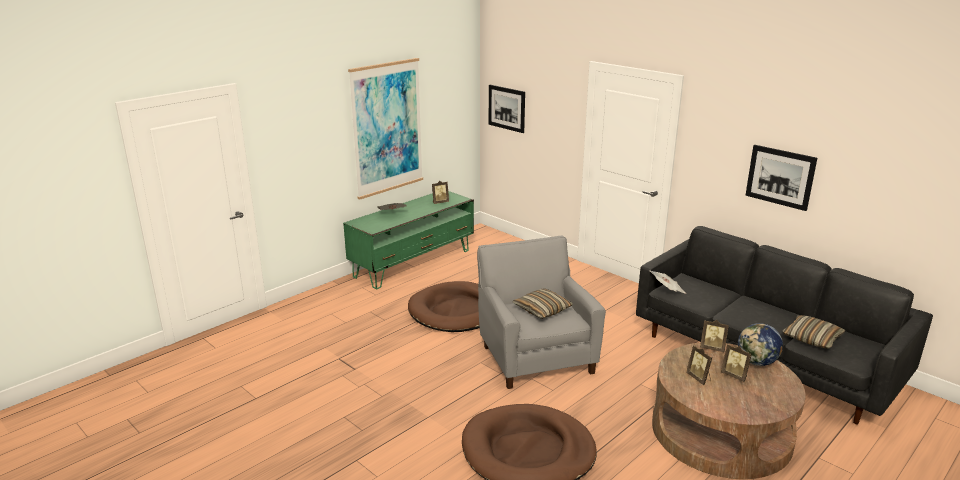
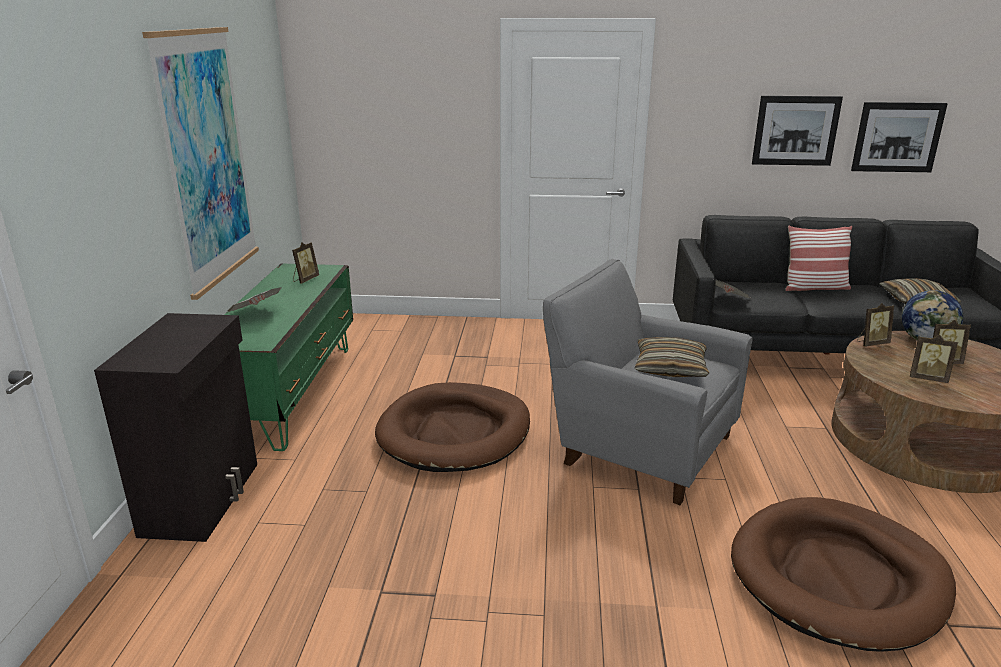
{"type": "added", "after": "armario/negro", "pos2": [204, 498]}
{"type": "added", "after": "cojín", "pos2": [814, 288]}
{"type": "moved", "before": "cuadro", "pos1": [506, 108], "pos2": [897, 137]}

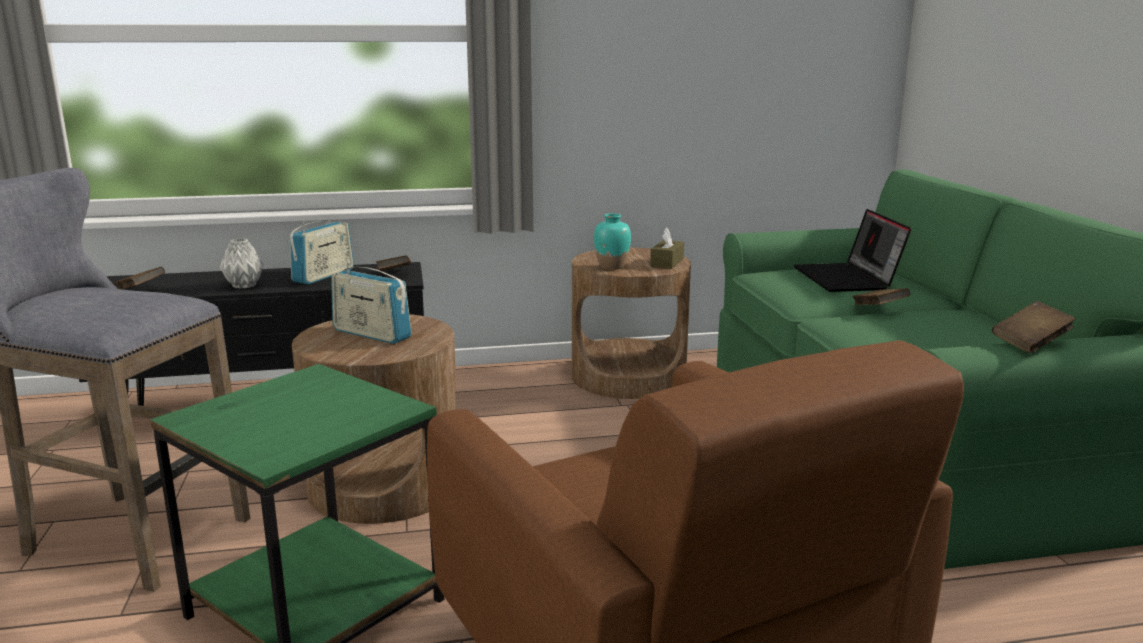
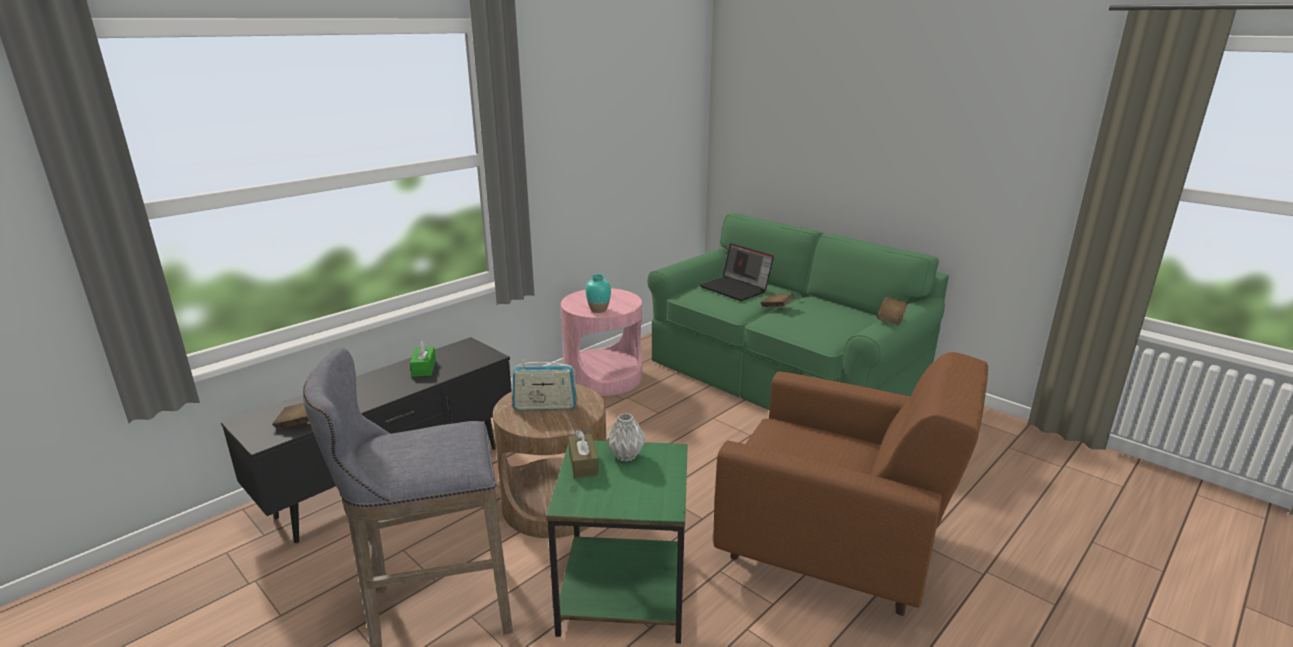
{"type": "replaced", "before": "radio", "after": "caja de pañuelos/verde", "pos1": [324, 276], "pos2": [424, 368]}
{"type": "recoloured", "before": "mesa auxiliar/marrón", "after": "mesa auxiliar/rosa", "pos1": [628, 376], "pos2": [603, 377]}
{"type": "moved", "before": "caja de pañuelos/marrón", "pos1": [667, 263], "pos2": [583, 463]}
{"type": "moved", "before": "florero/gris", "pos1": [245, 285], "pos2": [625, 455]}
{"type": "removed", "before": "libro/marrón", "pos1": [394, 275]}

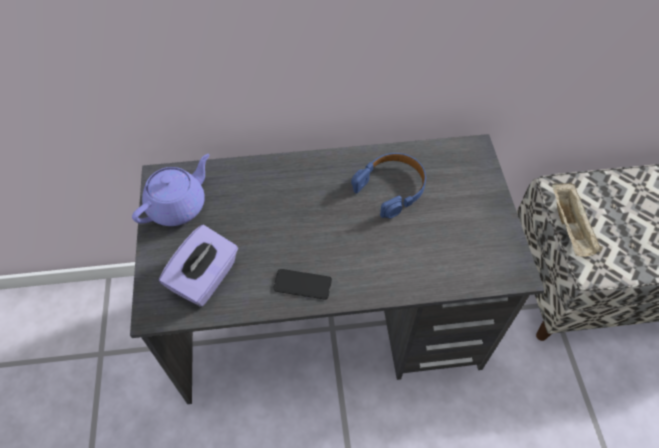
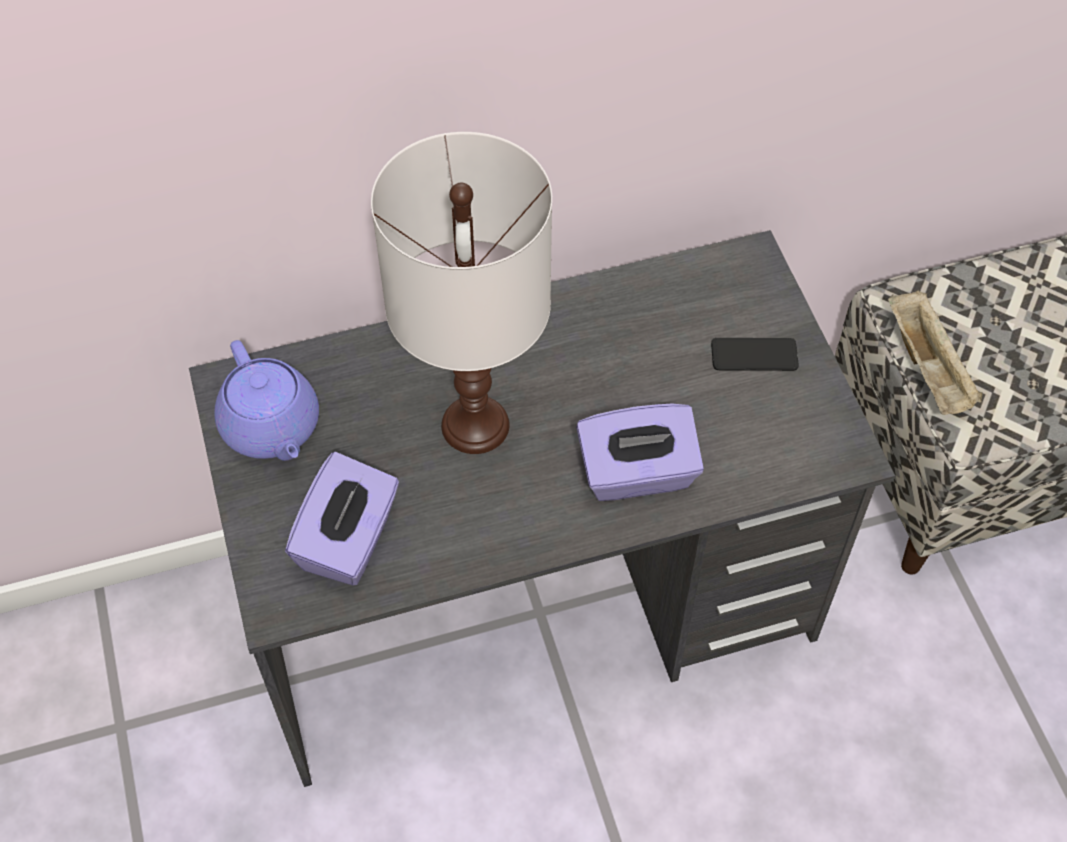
{"type": "turned", "before": "tetera/morado", "pos1": [178, 205], "pos2": [271, 427], "turn": 120}
{"type": "added", "after": "lámpara de mesa/blanco", "pos2": [474, 426]}
{"type": "added", "after": "caja de pañuelos/morado", "pos2": [637, 474]}
{"type": "moved", "before": "móvil", "pos1": [302, 284], "pos2": [754, 355]}
{"type": "removed", "before": "auriculares/azul", "pos1": [391, 188]}

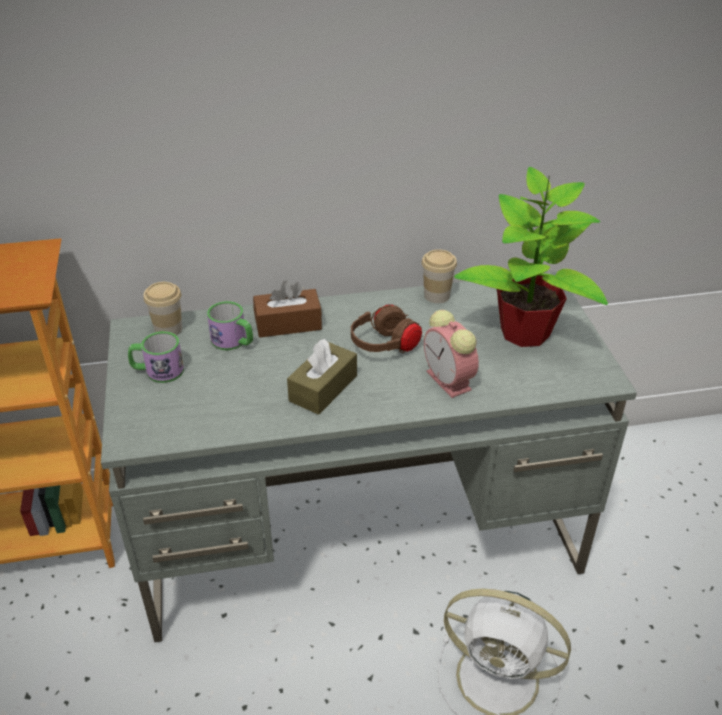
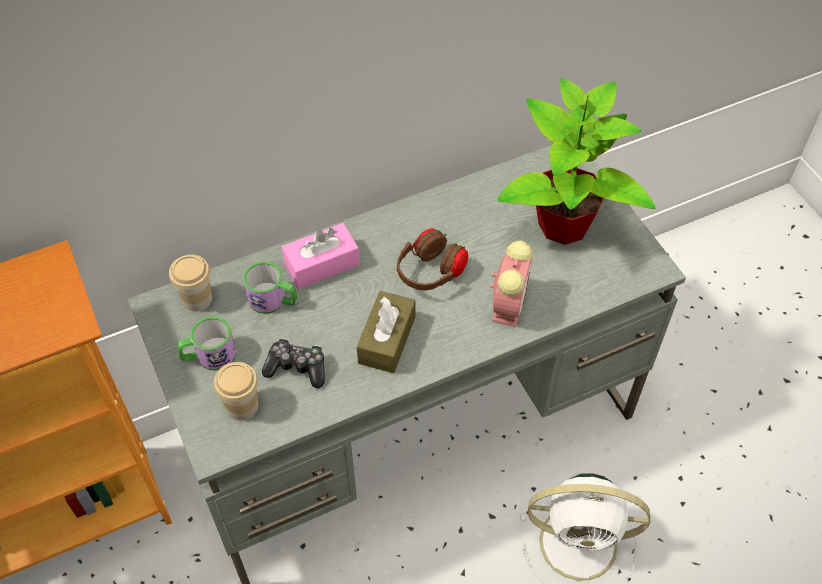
{"type": "moved", "before": "taza", "pos1": [437, 295], "pos2": [242, 406]}
{"type": "added", "after": "mando de consola", "pos2": [297, 367]}
{"type": "recoloured", "before": "caja de pañuelos/marrón", "after": "caja de pañuelos/rosa", "pos1": [288, 324], "pos2": [321, 264]}
{"type": "turned", "before": "despertador", "pos1": [450, 381], "pos2": [508, 303], "turn": -120}

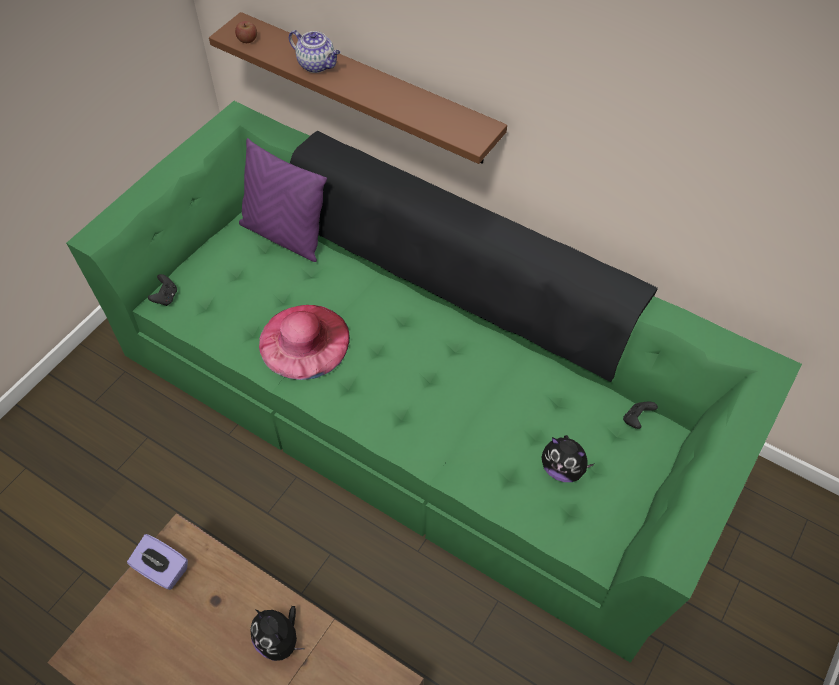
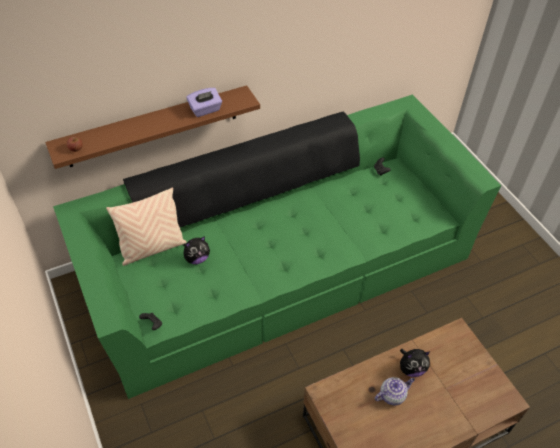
{"type": "recoloured", "before": "cojín/morado", "after": "cojín/beis", "pos1": [284, 235], "pos2": [152, 248]}
{"type": "moved", "before": "peluche", "pos1": [562, 469], "pos2": [197, 258]}
{"type": "moved", "before": "caja de pañuelos/morado", "pos1": [162, 570], "pos2": [205, 110]}
{"type": "moved", "before": "tetera", "pos1": [317, 65], "pos2": [392, 395]}
{"type": "removed", "before": "sombrero/rosa", "pos1": [304, 341]}

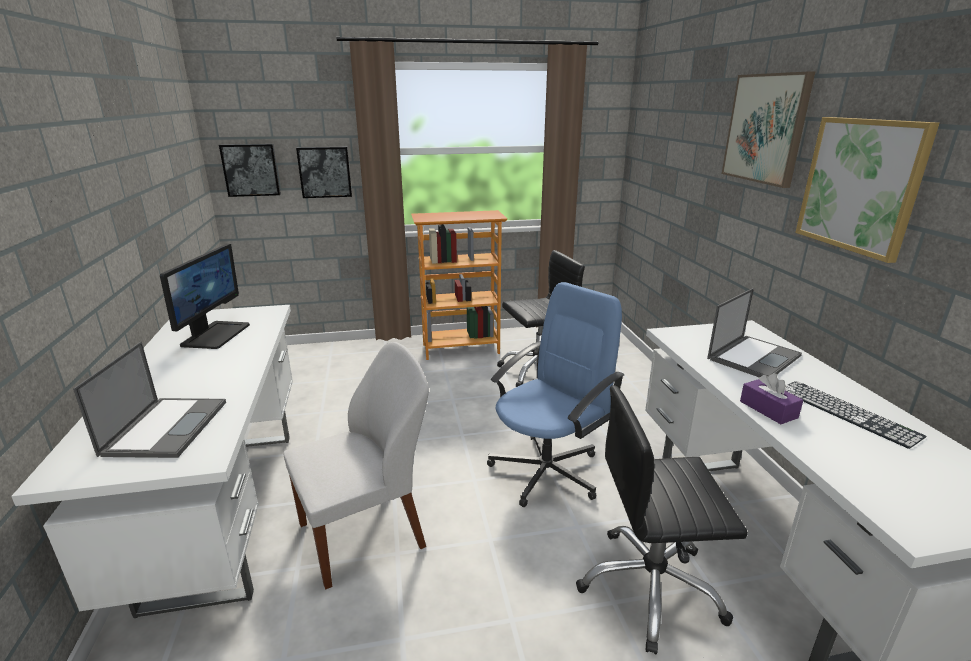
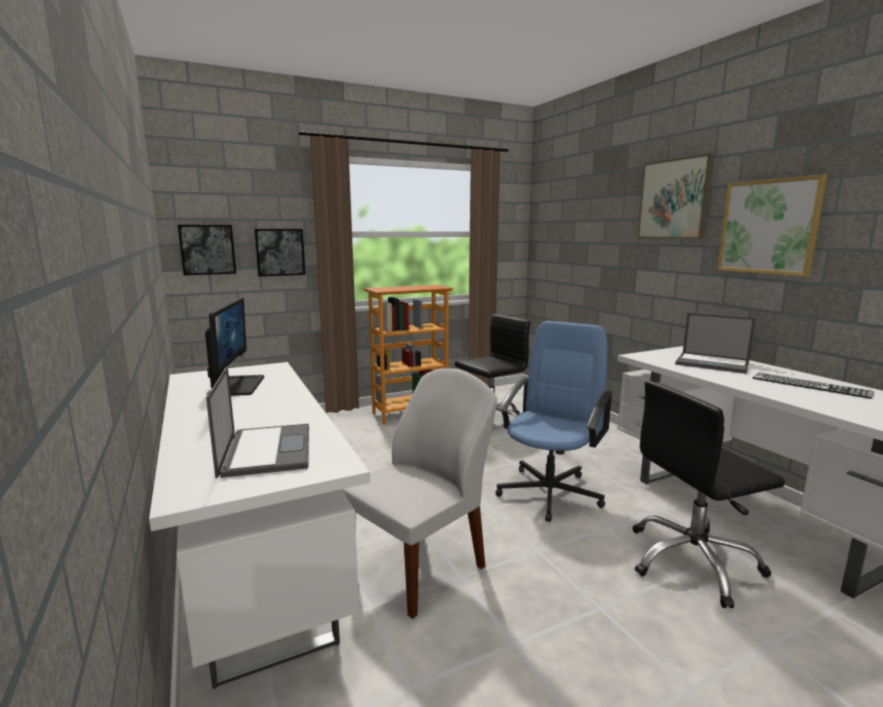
{"type": "turned", "before": "portátil", "pos1": [754, 357], "pos2": [713, 363], "turn": 90}
{"type": "removed", "before": "caja de pañuelos/morado", "pos1": [768, 409]}

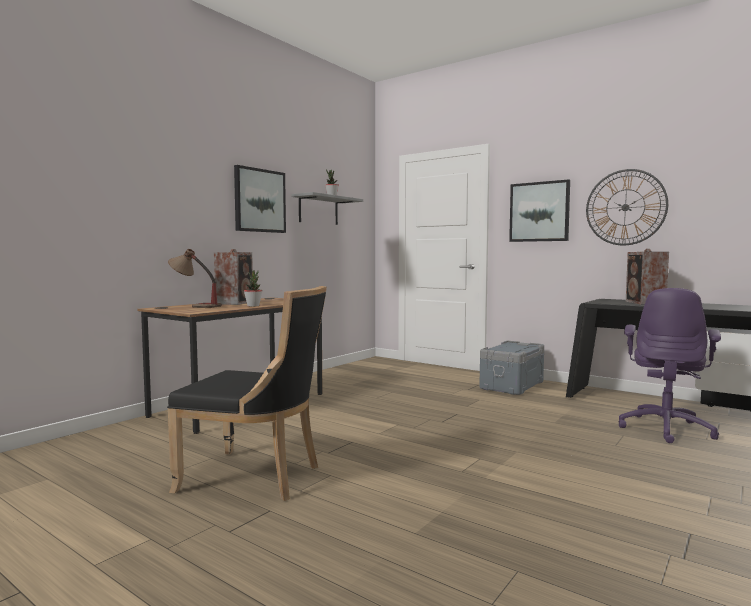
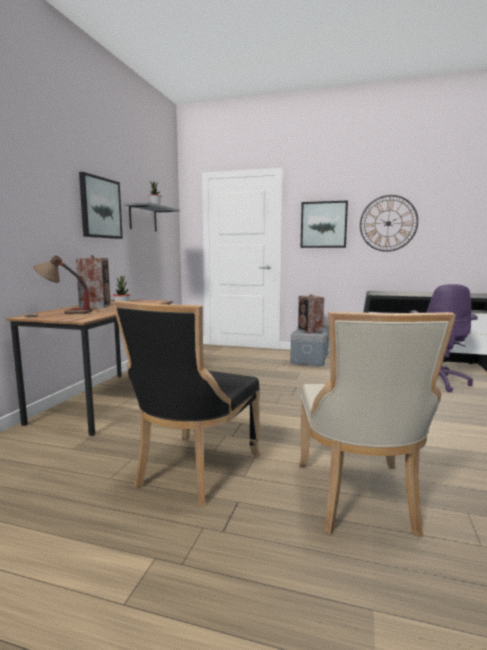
{"type": "turned", "before": "silla/negro", "pos1": [256, 477], "pos2": [194, 471], "turn": 120}
{"type": "moved", "before": "altavoz", "pos1": [645, 303], "pos2": [310, 331]}
{"type": "added", "after": "silla/beis", "pos2": [359, 499]}

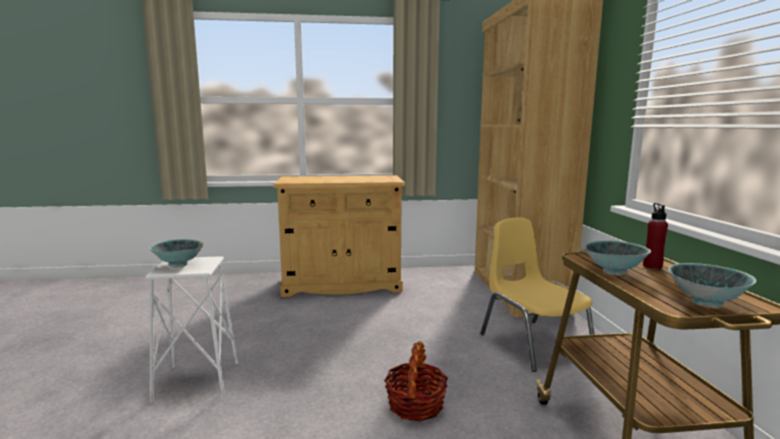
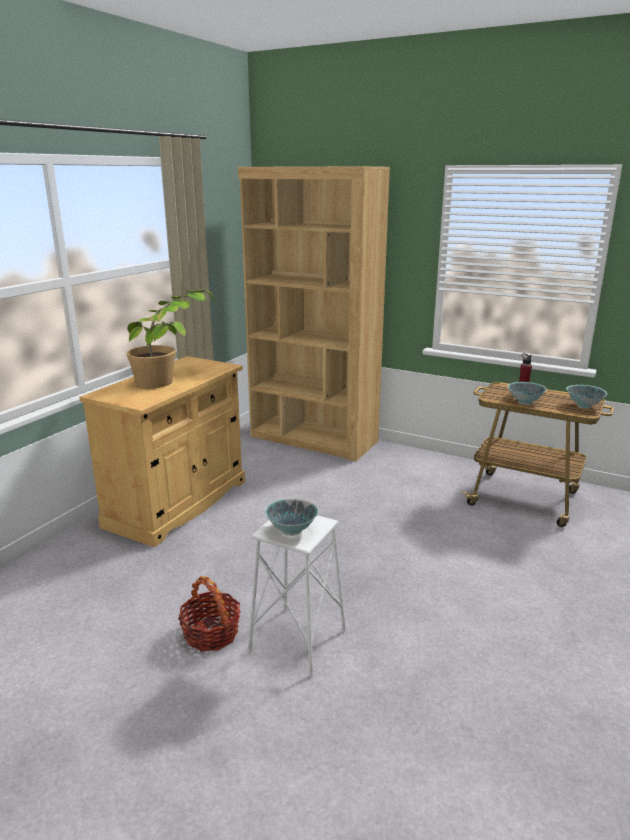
{"type": "added", "after": "planta en maceta", "pos2": [173, 379]}
{"type": "moved", "before": "cesta", "pos1": [415, 405], "pos2": [211, 634]}
{"type": "removed", "before": "silla/amarillo", "pos1": [533, 343]}

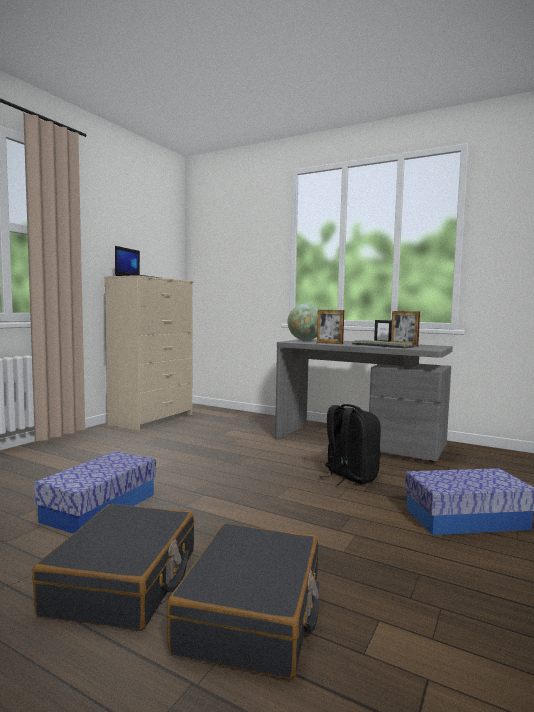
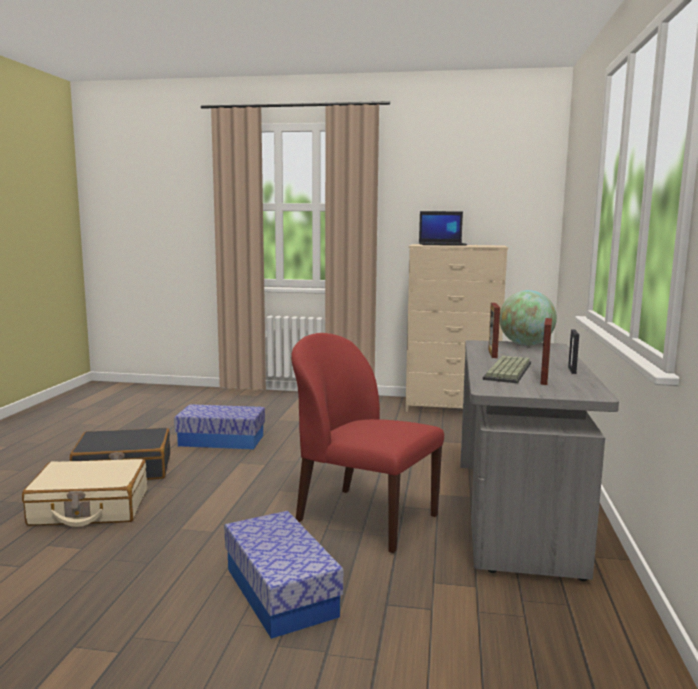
{"type": "recoloured", "before": "maleta/negro", "after": "maleta/beis", "pos1": [252, 614], "pos2": [89, 508]}
{"type": "replaced", "before": "mochila/negro", "after": "silla/rojo", "pos1": [349, 477], "pos2": [364, 518]}

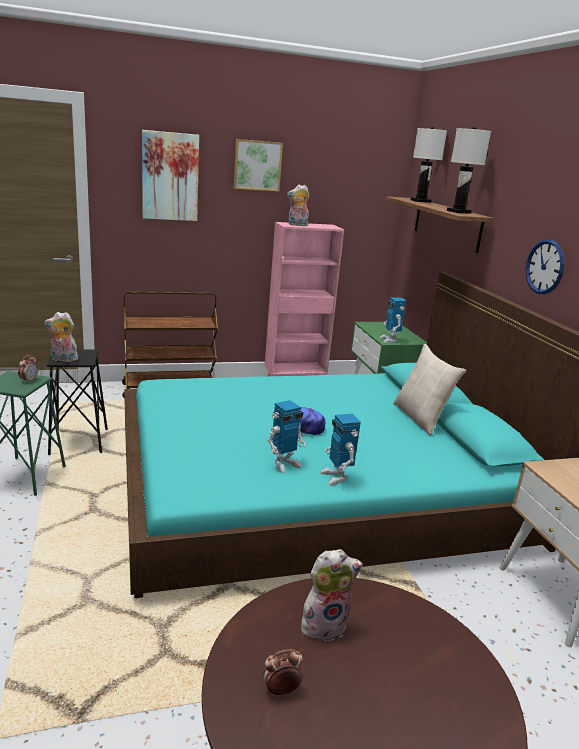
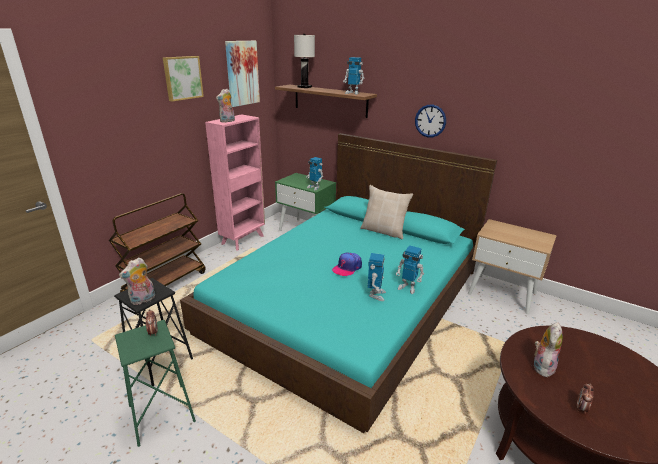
{"type": "moved", "before": "cuadro", "pos1": [170, 176], "pos2": [242, 73]}
{"type": "replaced", "before": "lámpara de mesa/blanco", "after": "robot de juguete", "pos1": [459, 212], "pos2": [353, 93]}

